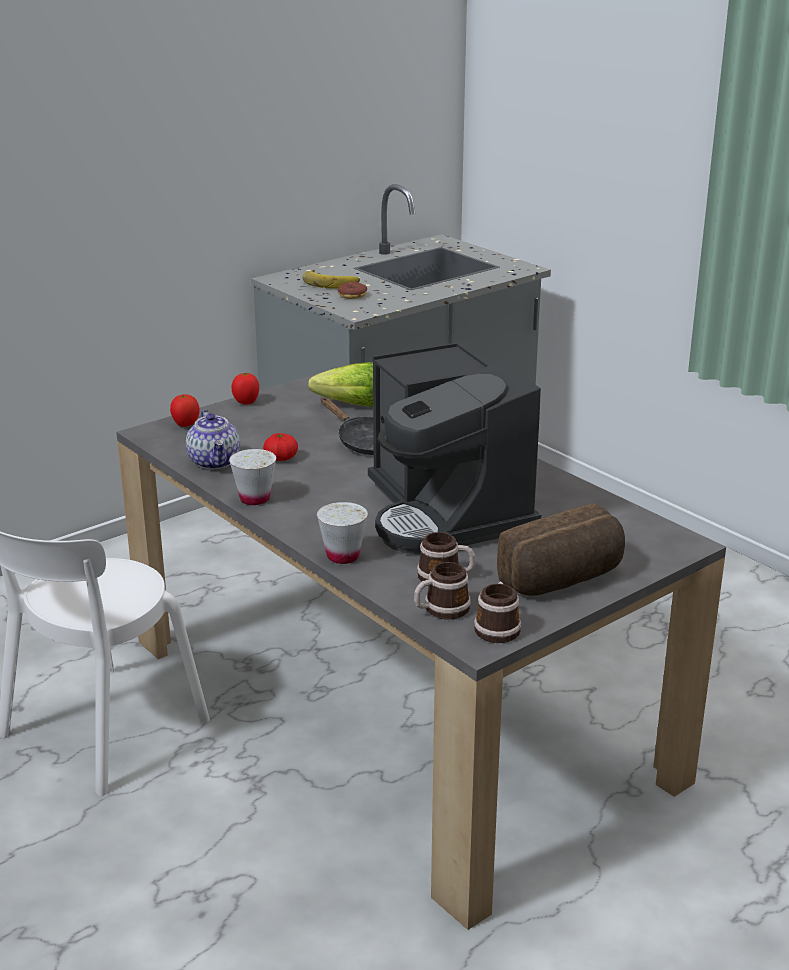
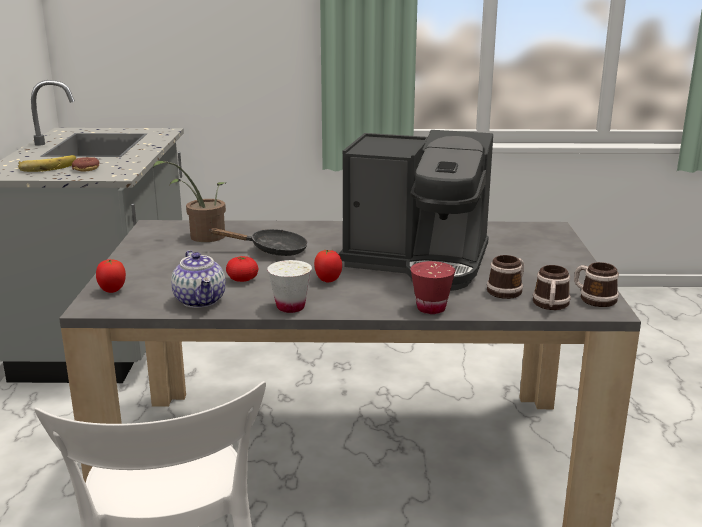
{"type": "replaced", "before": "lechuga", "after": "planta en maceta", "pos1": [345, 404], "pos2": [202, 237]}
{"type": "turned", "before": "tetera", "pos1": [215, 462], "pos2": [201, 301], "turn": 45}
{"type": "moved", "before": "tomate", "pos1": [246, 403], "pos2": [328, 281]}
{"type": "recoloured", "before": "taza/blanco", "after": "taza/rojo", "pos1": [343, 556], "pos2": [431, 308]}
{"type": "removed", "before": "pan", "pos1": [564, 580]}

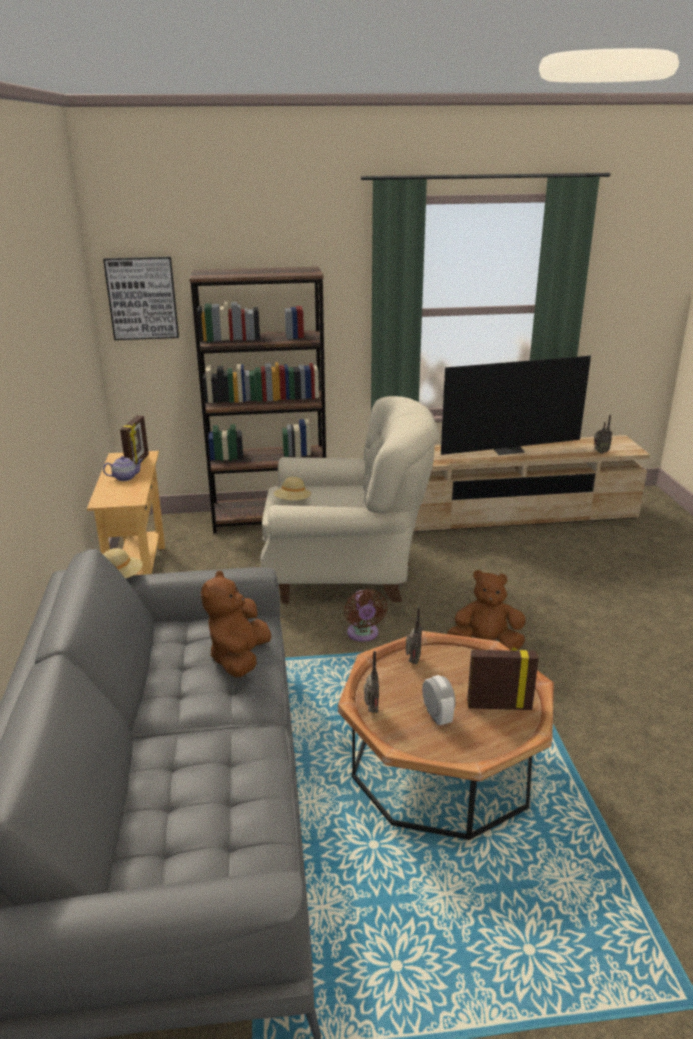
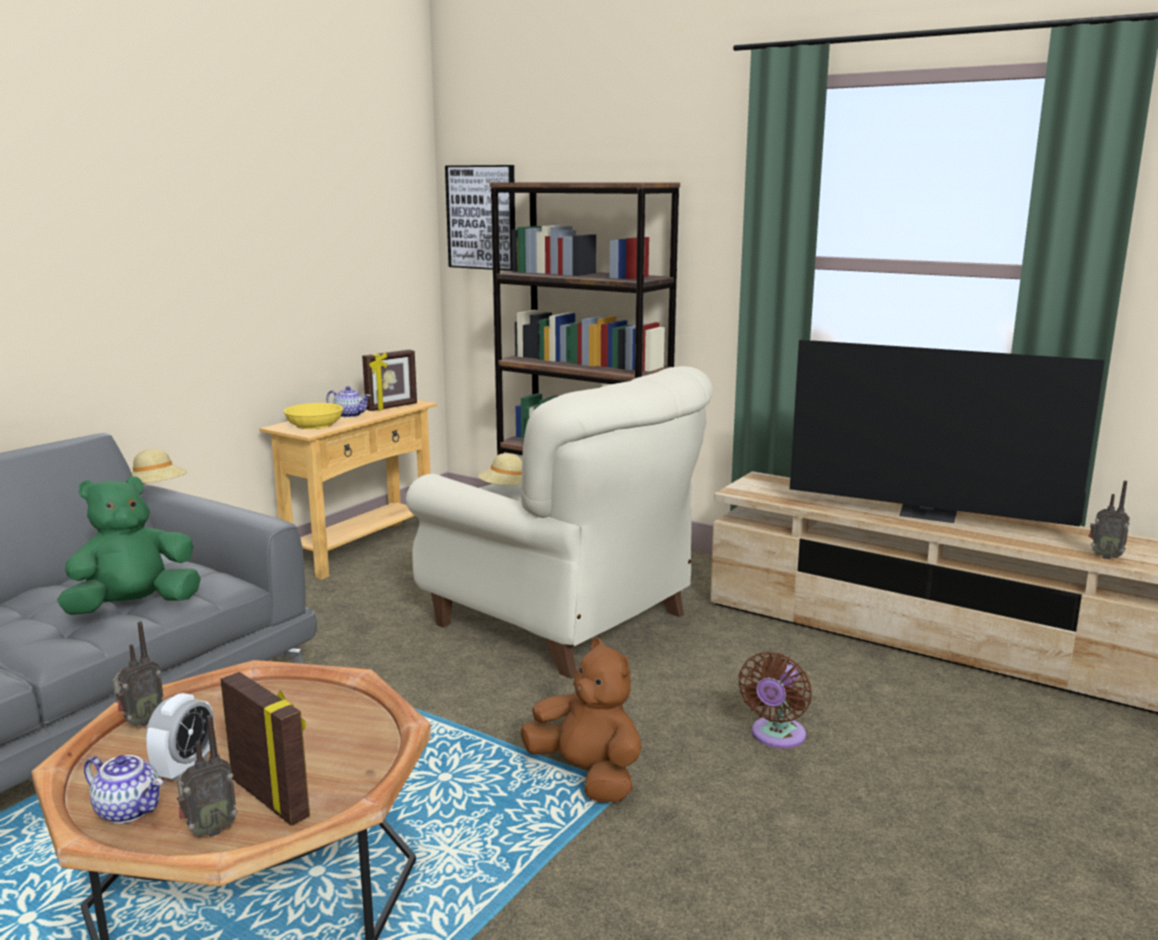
{"type": "recoloured", "before": "peluche/marrón", "after": "peluche/verde", "pos1": [239, 658], "pos2": [134, 607]}
{"type": "added", "after": "tetera", "pos2": [129, 810]}
{"type": "moved", "before": "radio", "pos1": [412, 662], "pos2": [209, 831]}
{"type": "added", "after": "cuenco/amarillo", "pos2": [314, 424]}
{"type": "moved", "before": "ventilador/marrón", "pos1": [363, 634], "pos2": [776, 736]}

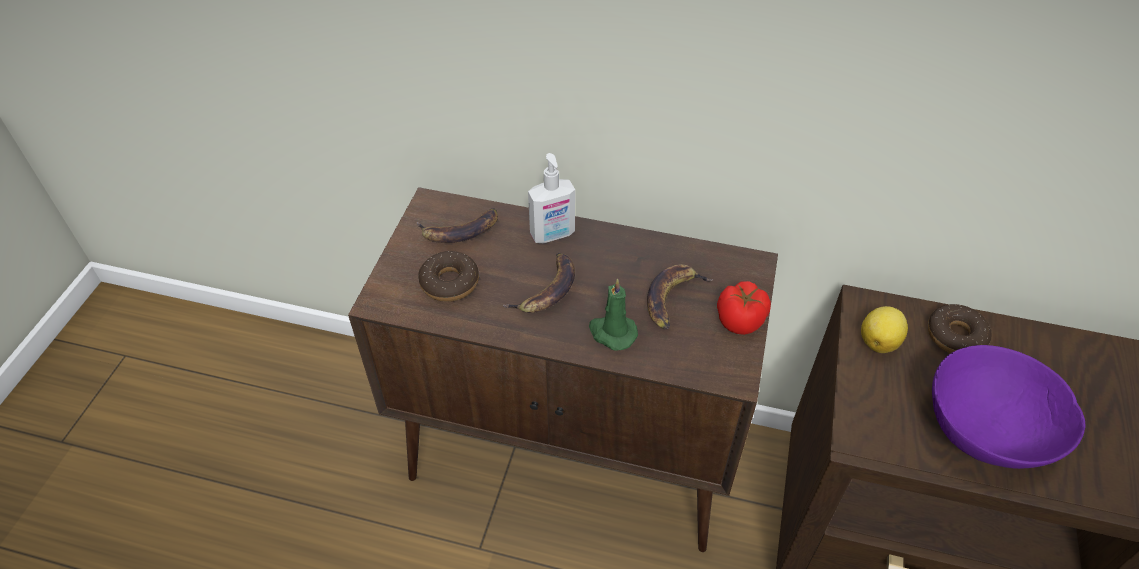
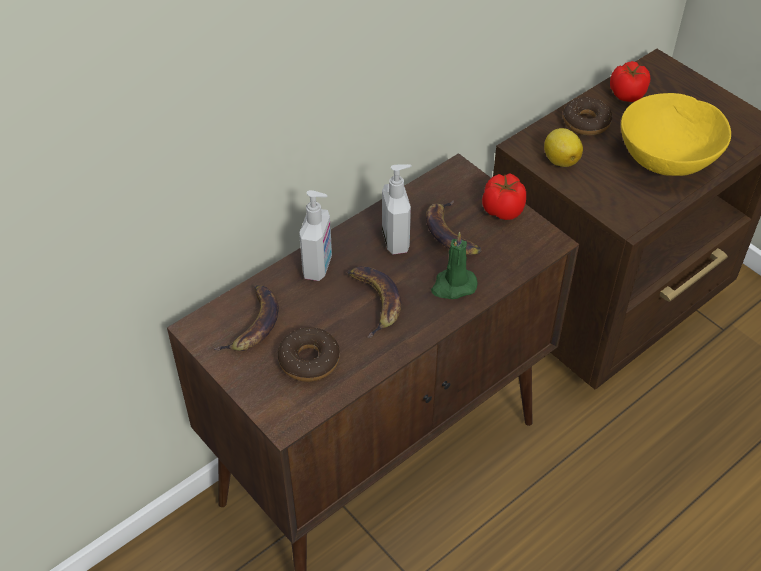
{"type": "added", "after": "dispensador de jabón", "pos2": [396, 240]}
{"type": "added", "after": "tomate", "pos2": [628, 94]}
{"type": "recoloured", "before": "cuenco/morado", "after": "cuenco/amarillo", "pos1": [986, 431], "pos2": [666, 159]}

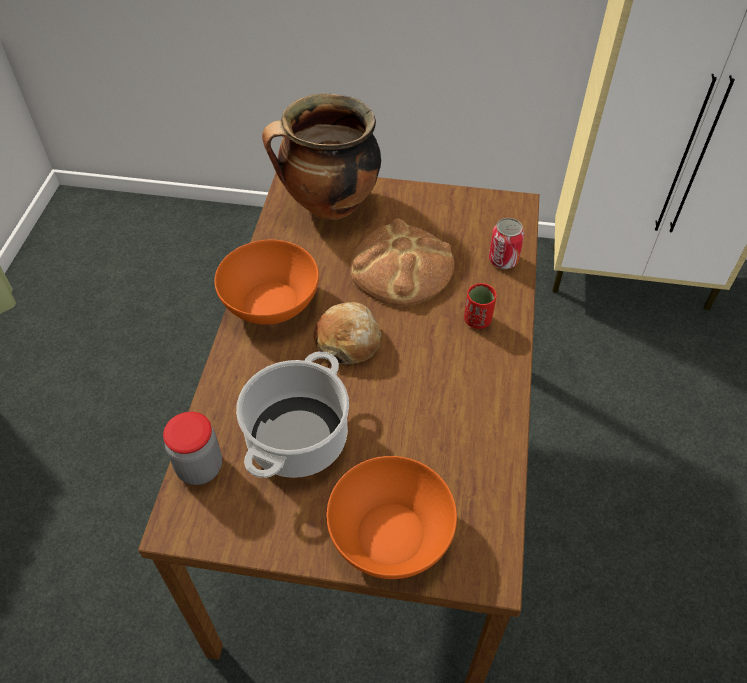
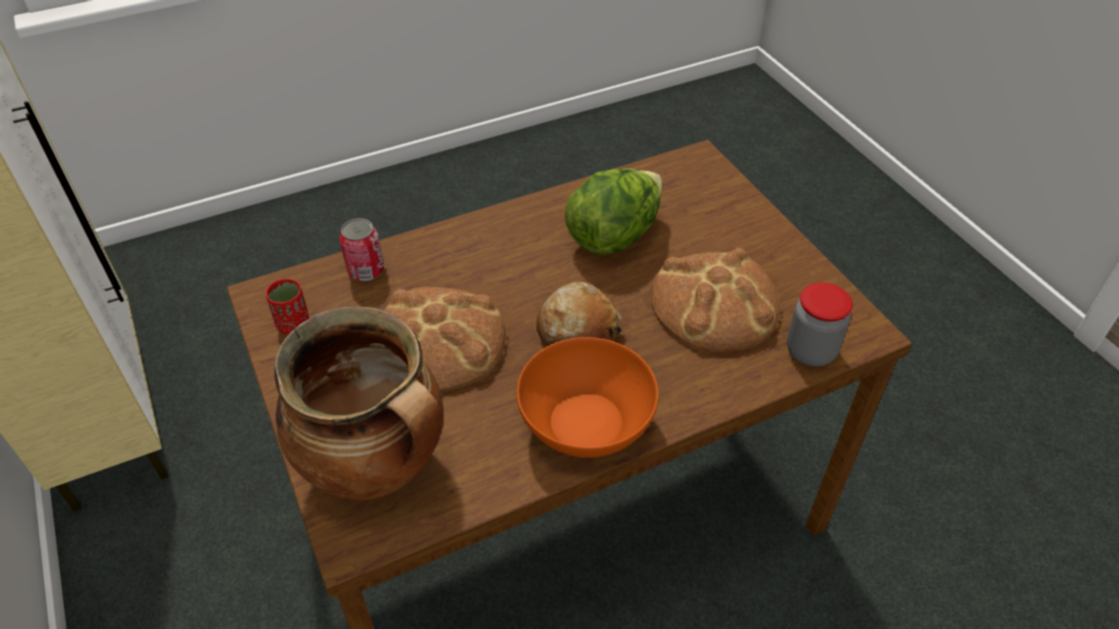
{"type": "moved", "before": "taza/rojo", "pos1": [477, 320], "pos2": [293, 324]}
{"type": "added", "after": "lechuga", "pos2": [614, 235]}
{"type": "replaced", "before": "olla", "after": "pan", "pos1": [297, 440], "pos2": [715, 304]}
{"type": "removed", "before": "cuenco/naranja", "pos1": [390, 535]}

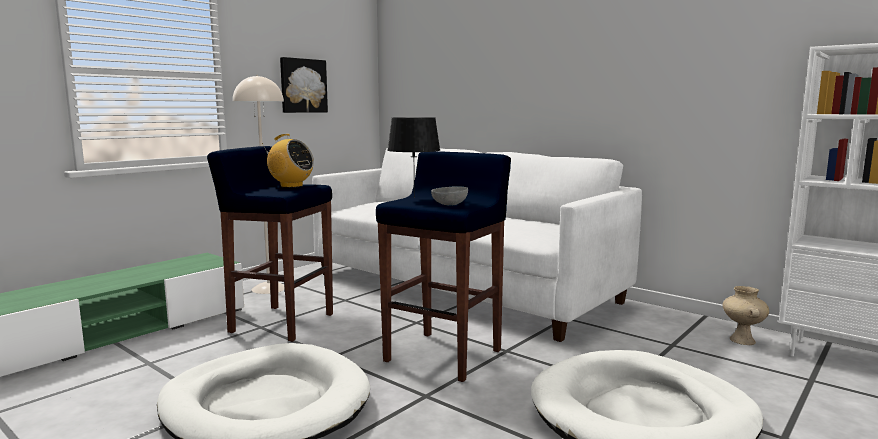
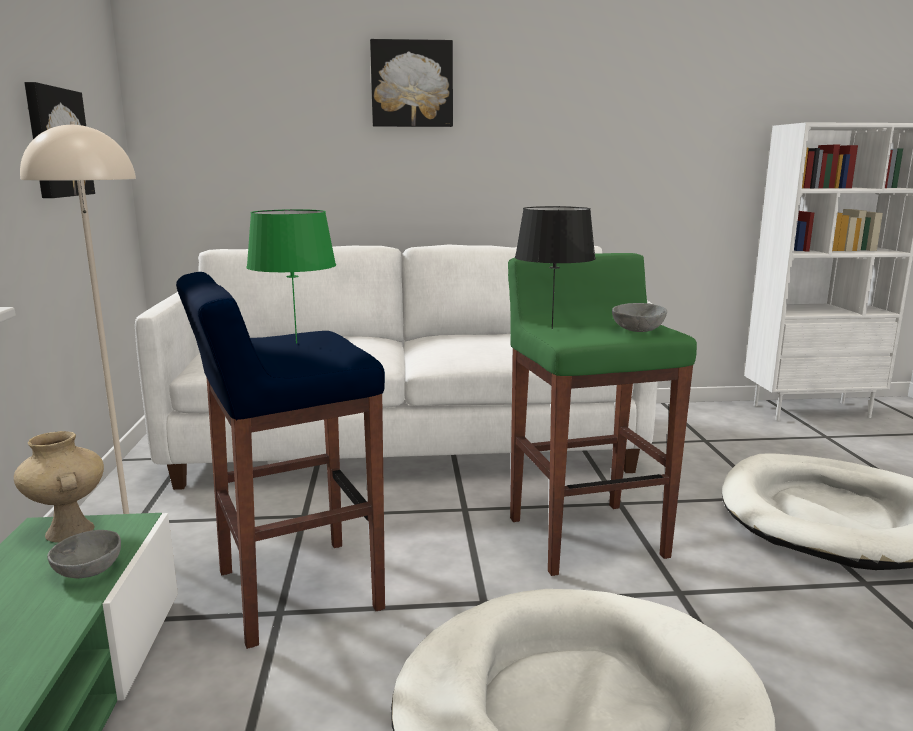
{"type": "moved", "before": "florero/beis", "pos1": [741, 340], "pos2": [68, 531]}
{"type": "added", "after": "cuenco/gris", "pos2": [88, 571]}
{"type": "replaced", "before": "radio", "after": "lámpara de mesa/verde", "pos1": [291, 186], "pos2": [295, 343]}
{"type": "added", "after": "cuadro", "pos2": [412, 84]}
{"type": "recoloured", "before": "taburete/azul", "after": "taburete/verde", "pos1": [444, 355], "pos2": [585, 536]}

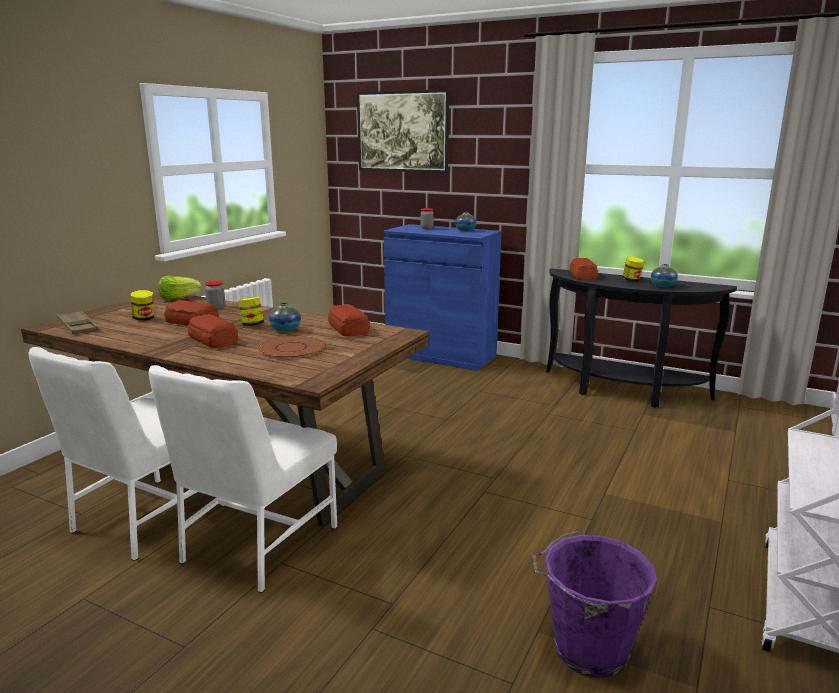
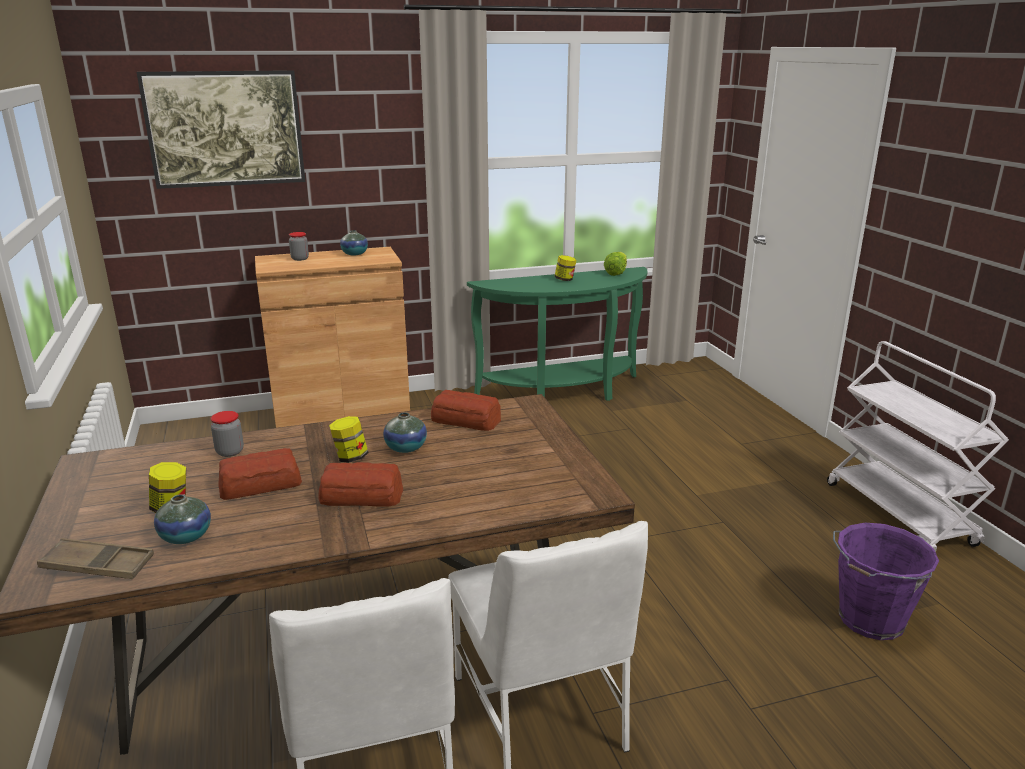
{"type": "moved", "before": "florero", "pos1": [663, 286], "pos2": [186, 536]}
{"type": "recoloured", "before": "armario/azul", "after": "armario/marrón", "pos1": [441, 355], "pos2": [341, 415]}
{"type": "recoloured", "before": "mesa consola/negro", "after": "mesa consola/verde", "pos1": [622, 391], "pos2": [564, 394]}
{"type": "moved", "before": "lechuga", "pos1": [178, 298], "pos2": [616, 273]}
{"type": "removed", "before": "plato/marrón", "pos1": [290, 348]}
{"type": "removed", "before": "pan", "pos1": [582, 275]}

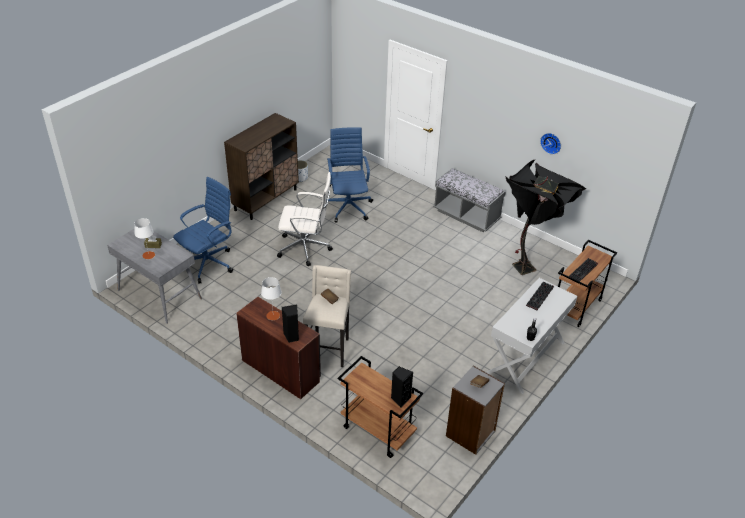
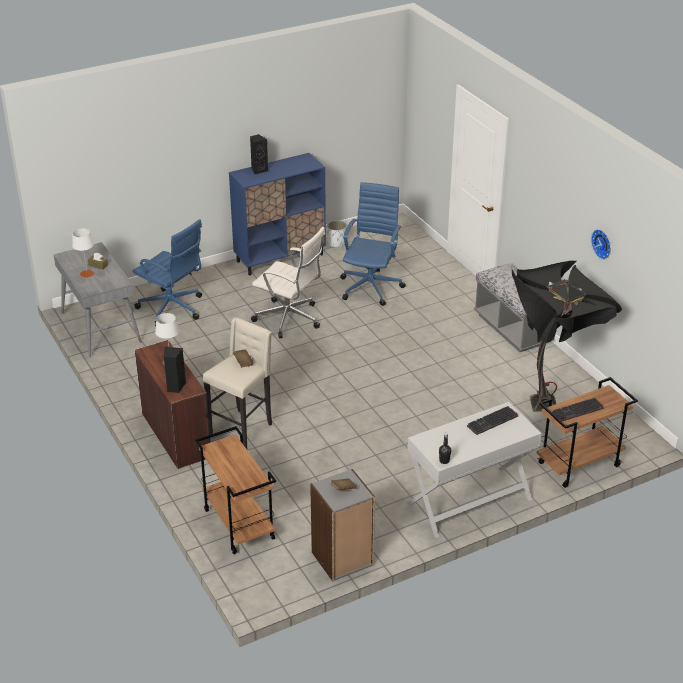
{"type": "turned", "before": "silla de oficina/azul", "pos1": [209, 263], "pos2": [172, 309], "turn": 60}
{"type": "recoloured", "before": "armario/marrón", "after": "armario/azul", "pos1": [266, 199], "pos2": [280, 258]}
{"type": "moved", "before": "altavoz/negro", "pos1": [400, 399], "pos2": [259, 170]}

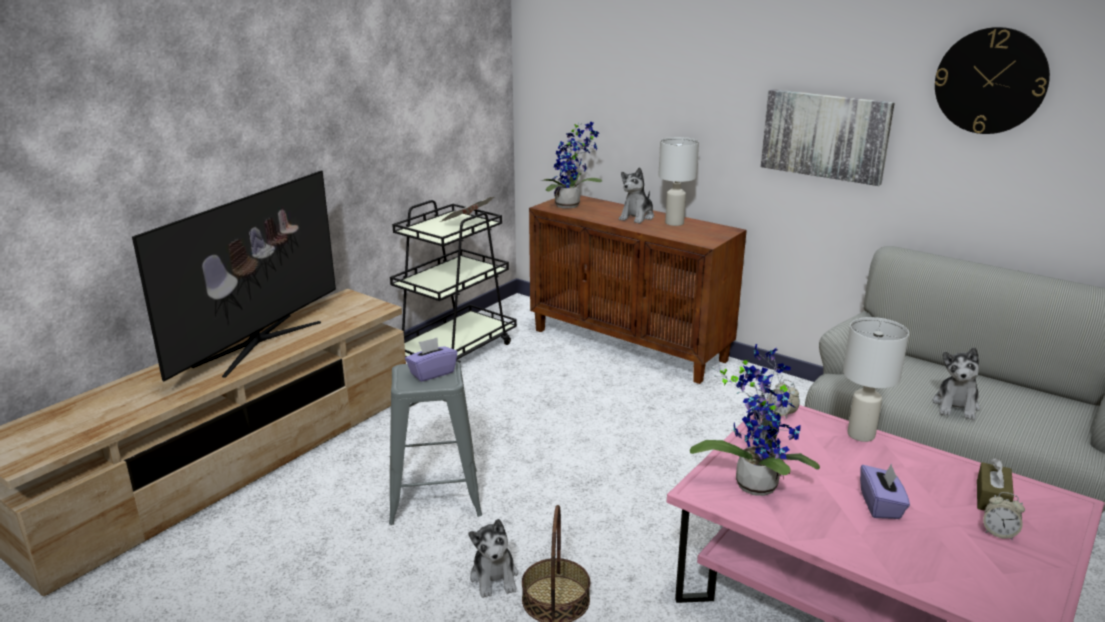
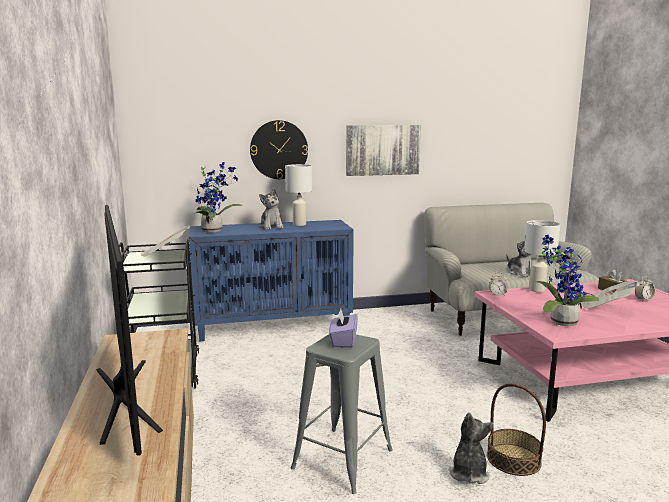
{"type": "recoloured", "before": "armario/marrón", "after": "armario/azul", "pos1": [630, 345], "pos2": [274, 325]}
{"type": "moved", "before": "reloj de pared", "pos1": [990, 81], "pos2": [279, 150]}
{"type": "turned", "before": "peluche", "pos1": [494, 577], "pos2": [468, 473], "turn": -105}
{"type": "replaced", "before": "caja de pañuelos/morado", "after": "periódico", "pos1": [881, 505], "pos2": [605, 308]}

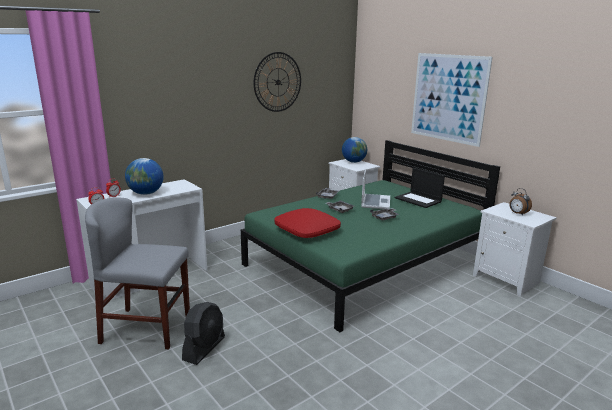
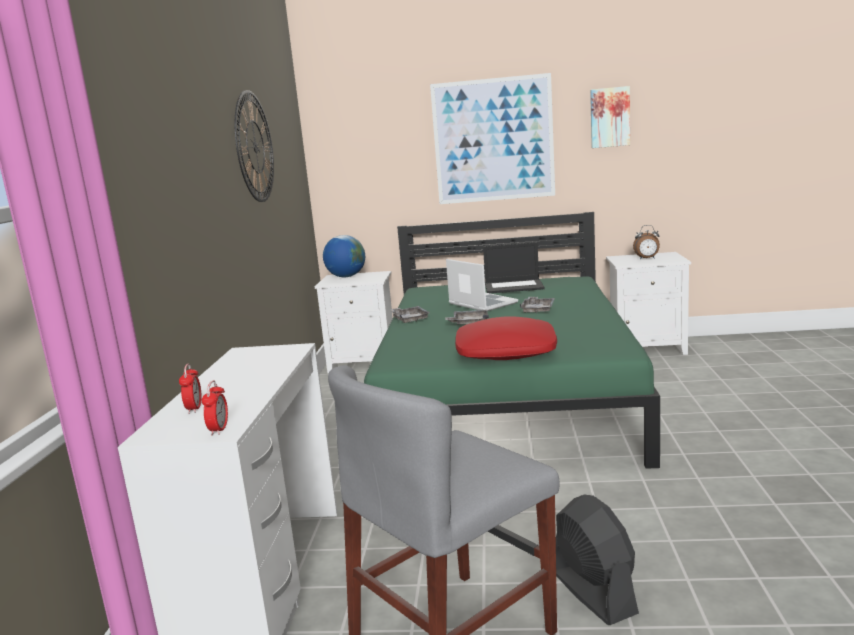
{"type": "added", "after": "cuadro", "pos2": [609, 117]}
{"type": "removed", "before": "globo terráqueo", "pos1": [146, 193]}

